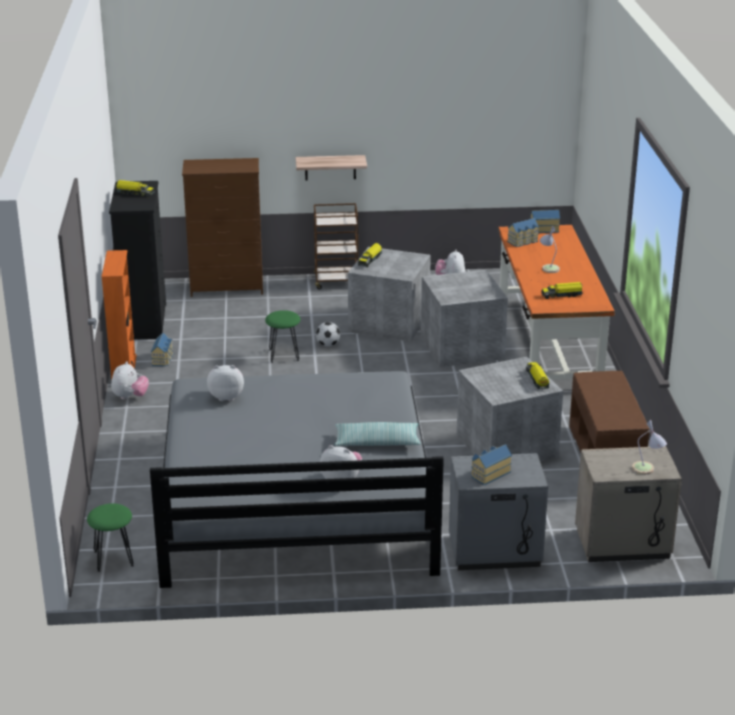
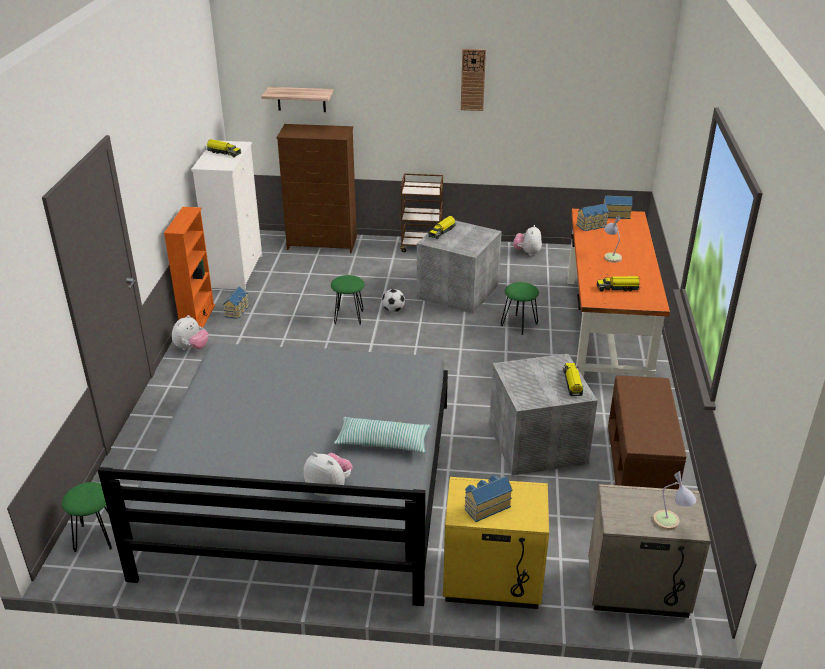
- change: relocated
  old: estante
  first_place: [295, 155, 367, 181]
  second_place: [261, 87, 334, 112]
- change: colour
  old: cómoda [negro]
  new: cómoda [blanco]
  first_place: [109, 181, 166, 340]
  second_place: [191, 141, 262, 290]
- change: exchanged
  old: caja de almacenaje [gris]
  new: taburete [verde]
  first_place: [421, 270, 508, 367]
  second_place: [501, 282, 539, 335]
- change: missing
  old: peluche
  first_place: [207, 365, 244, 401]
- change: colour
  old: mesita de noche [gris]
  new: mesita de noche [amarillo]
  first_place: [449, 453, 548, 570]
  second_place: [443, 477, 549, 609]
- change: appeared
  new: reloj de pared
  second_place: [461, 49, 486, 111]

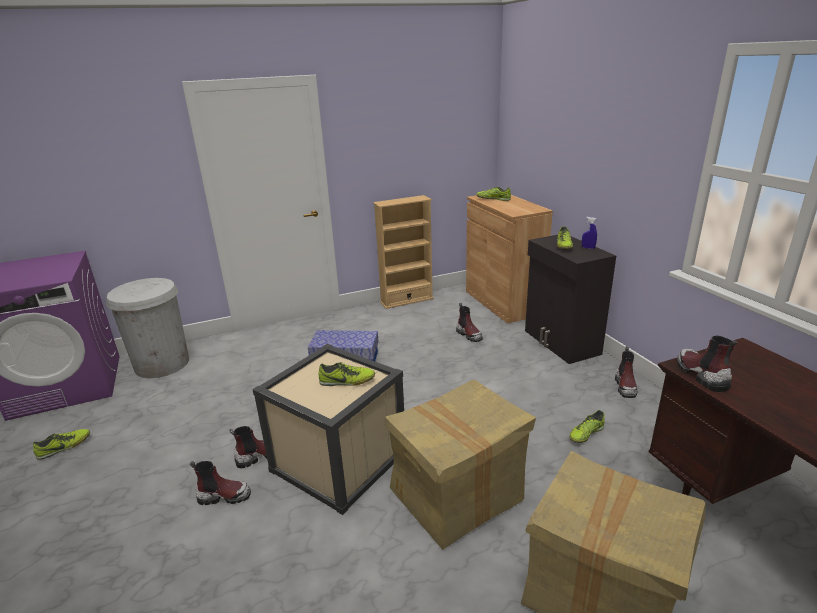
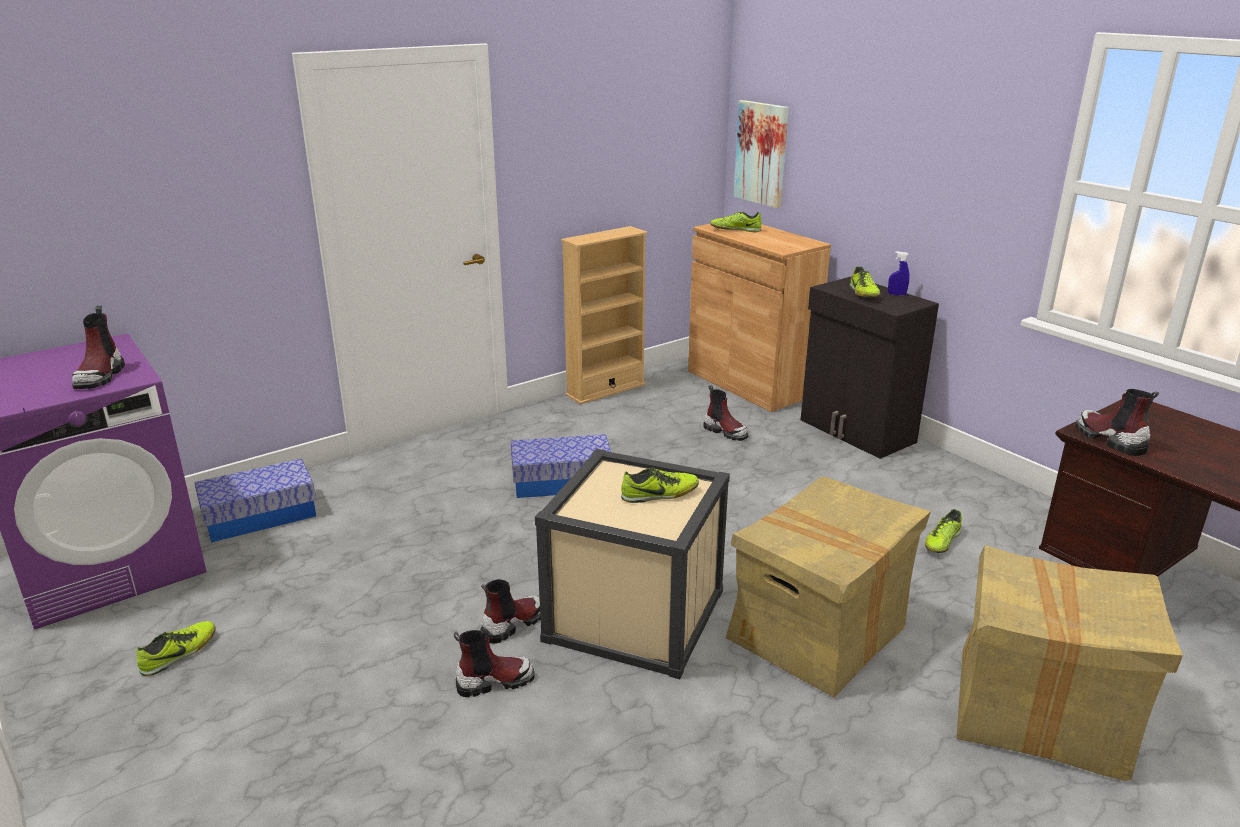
- change: exchanged
  old: papelera [blanco]
  new: caja de almacenaje
  first_place: [106, 278, 189, 379]
  second_place: [194, 459, 316, 542]
- change: relocated
  old: bota
  first_place: [615, 347, 637, 398]
  second_place: [72, 305, 125, 389]
- change: appeared
  new: cuadro
  second_place: [734, 100, 789, 208]

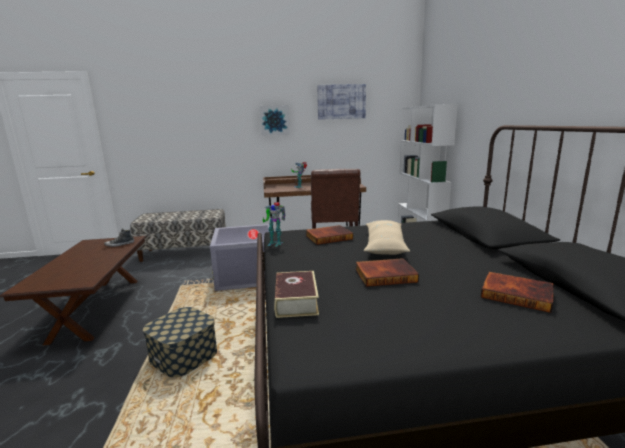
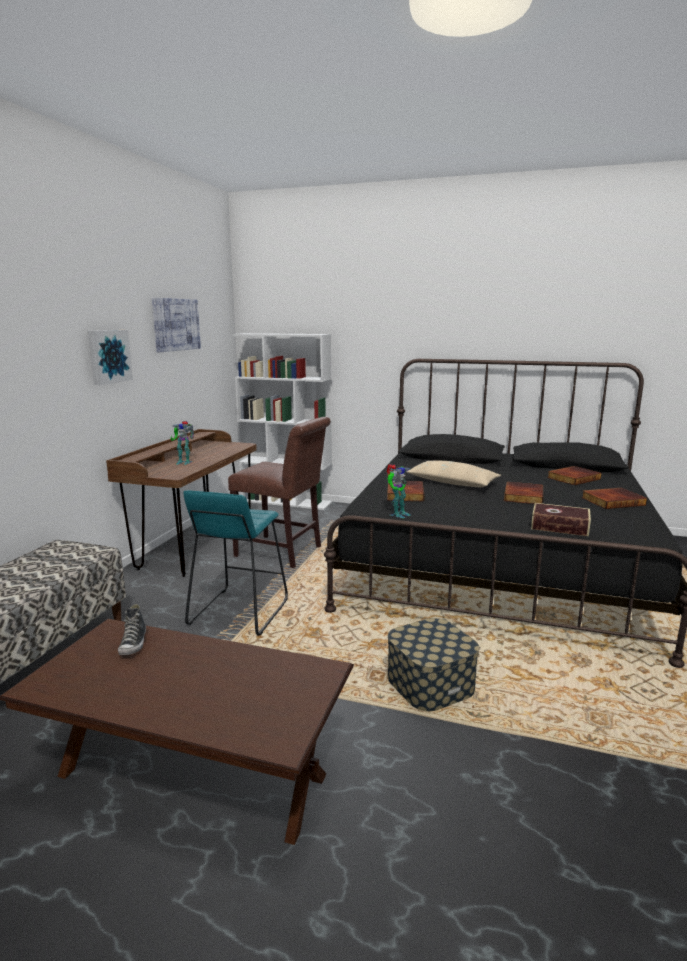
- change: exchanged
  old: caja de almacenaje [gris]
  new: taburete [turquesa]
  first_place: [210, 224, 271, 291]
  second_place: [183, 490, 288, 636]
- change: appeared
  new: libro
  second_place: [582, 488, 647, 509]

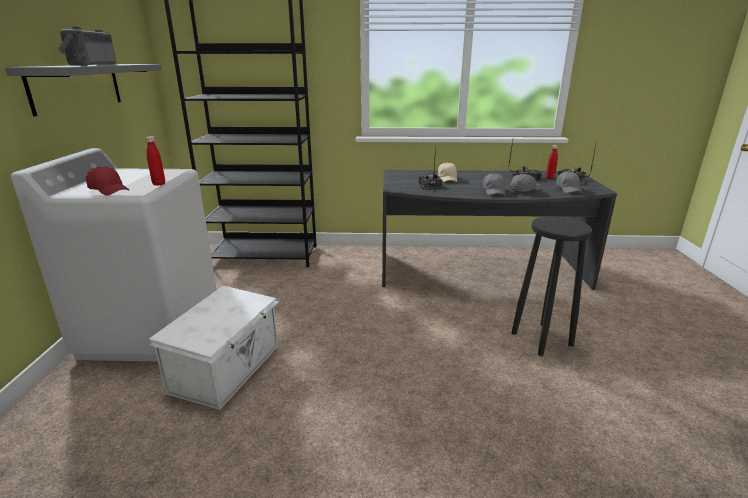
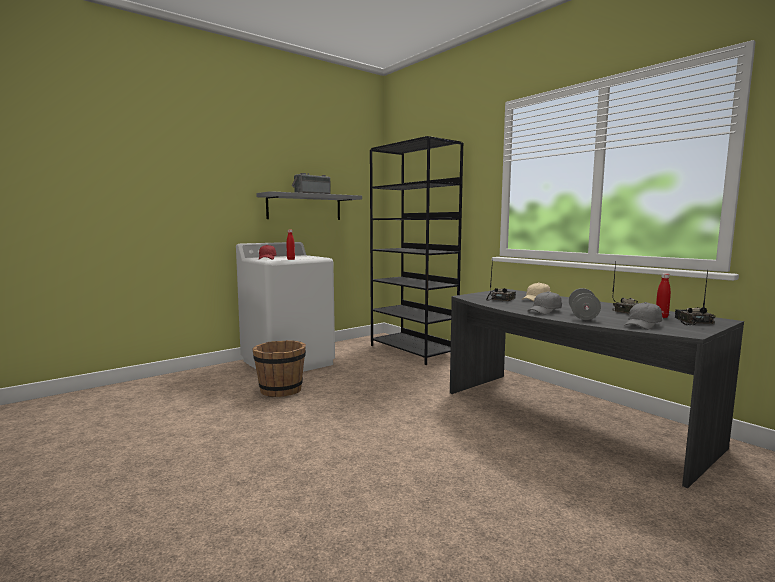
- change: exchanged
  old: gorra [gris]
  new: mancuerna [gris]
  first_place: [510, 174, 541, 192]
  second_place: [569, 288, 601, 320]
- change: missing
  old: taburete [negro]
  first_place: [511, 216, 592, 356]
- change: exchanged
  old: caja de almacenaje [blanco]
  new: cubo [marrón]
  first_place: [149, 286, 279, 410]
  second_place: [252, 340, 306, 397]

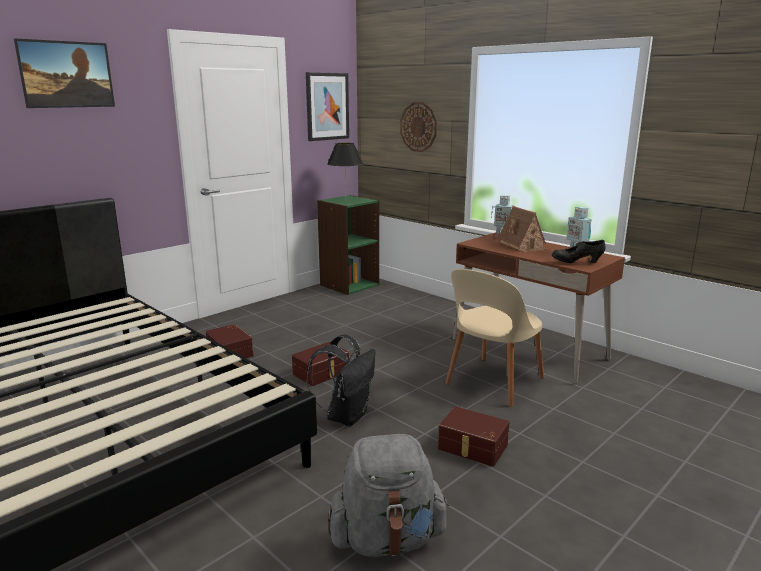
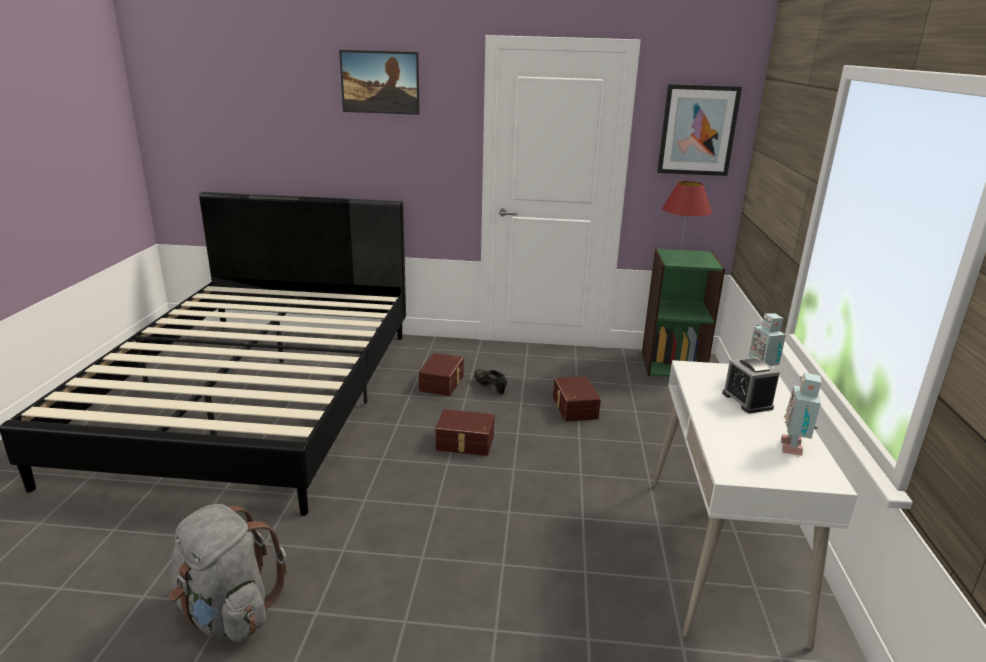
- change: missing
  old: reloj de pared
  first_place: [400, 102, 437, 152]
- change: colour
  old: lámpara de mesa [negro]
  new: lámpara de mesa [rojo]
  first_place: [327, 143, 363, 192]
  second_place: [662, 181, 712, 259]
- change: exchanged
  old: casita
  new: despertador
  first_place: [498, 206, 548, 252]
  second_place: [722, 357, 780, 413]
- change: colour
  old: escritorio [marrón]
  new: escritorio [blanco]
  first_place: [453, 232, 625, 384]
  second_place: [652, 360, 858, 650]
- change: relocated
  old: zapato [negro]
  first_place: [552, 240, 606, 263]
  second_place: [474, 369, 507, 395]
- change: missing
  old: silla [beis]
  first_place: [445, 269, 545, 407]
- change: missing
  old: mochila [negro]
  first_place: [306, 335, 375, 426]
- change: relocated
  old: caja de almacenaje [marrón]
  first_place: [438, 406, 509, 467]
  second_place: [553, 376, 601, 421]

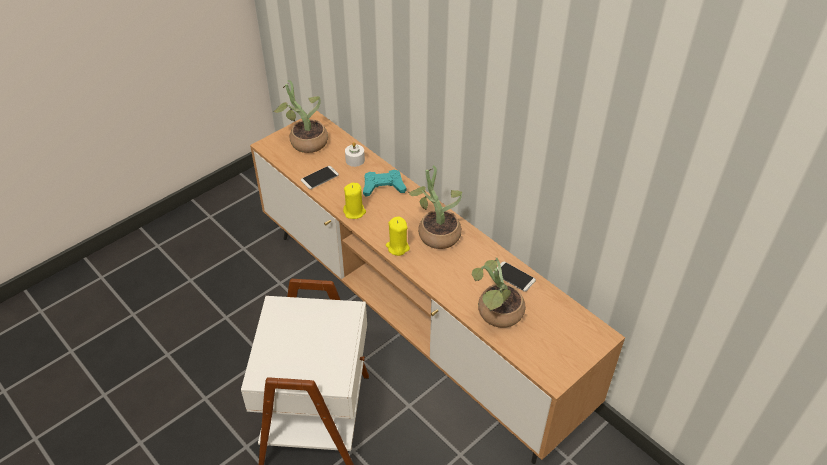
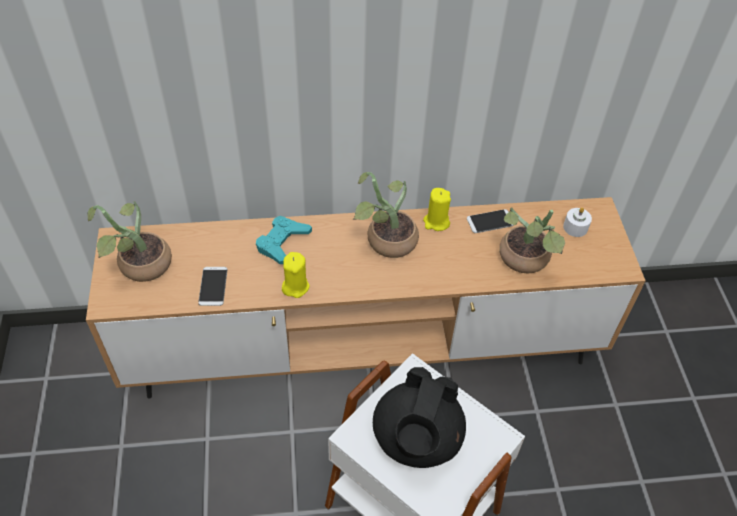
- change: relocated
  old: vela [blanco]
  first_place: [345, 142, 365, 167]
  second_place: [563, 207, 592, 237]
- change: relocated
  old: vela [amarillo]
  first_place: [386, 217, 410, 256]
  second_place: [423, 188, 451, 231]
- change: appeared
  new: tetera [negro]
  second_place: [373, 367, 466, 468]

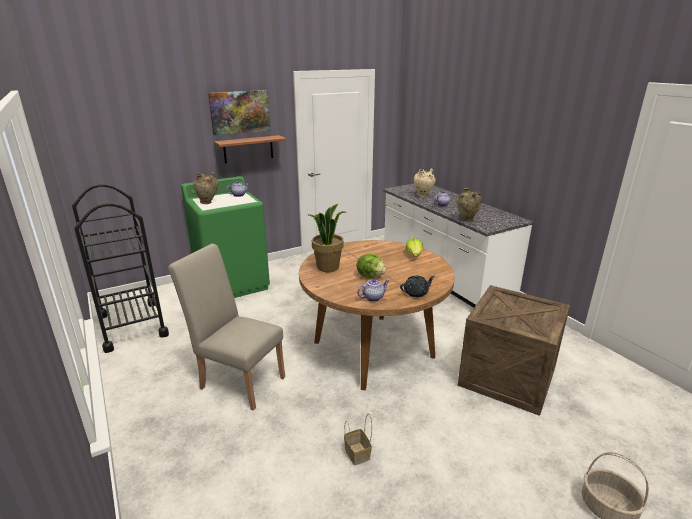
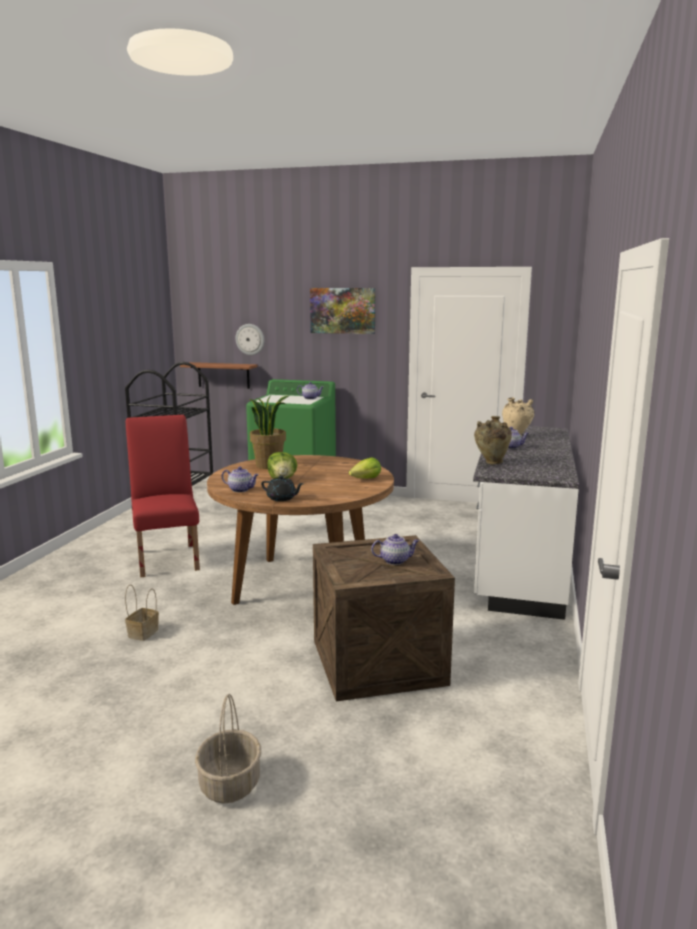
- change: relocated
  old: estante
  first_place: [214, 135, 286, 164]
  second_place: [180, 362, 257, 389]
- change: missing
  old: florero [beis]
  first_place: [193, 172, 218, 204]
- change: colour
  old: silla [beis]
  new: silla [rojo]
  first_place: [168, 243, 285, 410]
  second_place: [126, 415, 200, 577]
- change: appeared
  new: reloj de pared
  second_place: [235, 324, 265, 355]
- change: appeared
  new: tetera
  second_place: [371, 534, 419, 565]

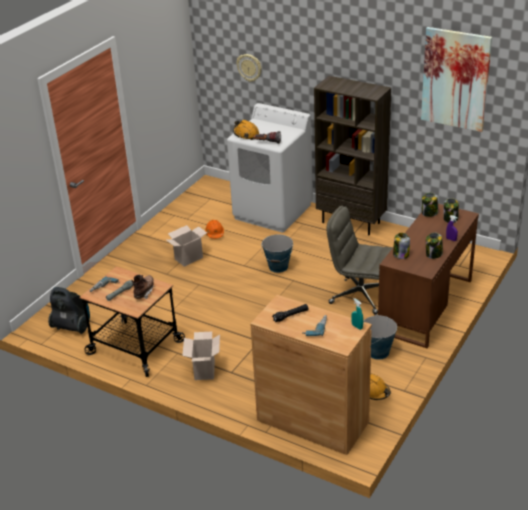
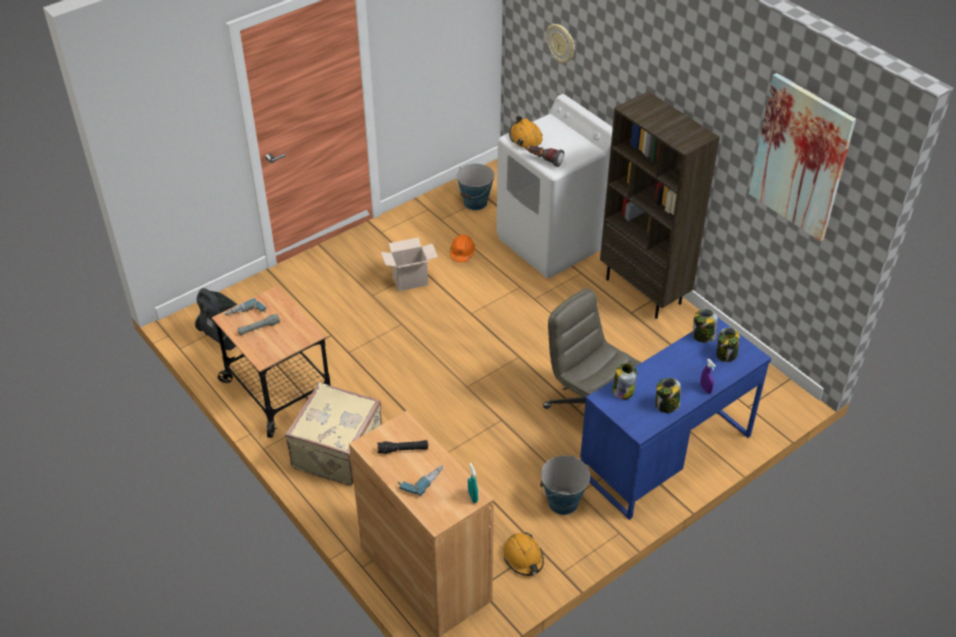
- change: colour
  old: escritorio [marrón]
  new: escritorio [azul]
  first_place: [378, 204, 479, 348]
  second_place: [580, 318, 771, 520]
- change: relocated
  old: cubo
  first_place: [261, 235, 293, 273]
  second_place: [456, 164, 494, 210]
- change: missing
  old: bota [marrón]
  first_place: [131, 275, 154, 299]
- change: exchanged
  old: caja de cartón
  new: maleta [beis]
  first_place: [182, 332, 220, 380]
  second_place: [285, 382, 382, 485]

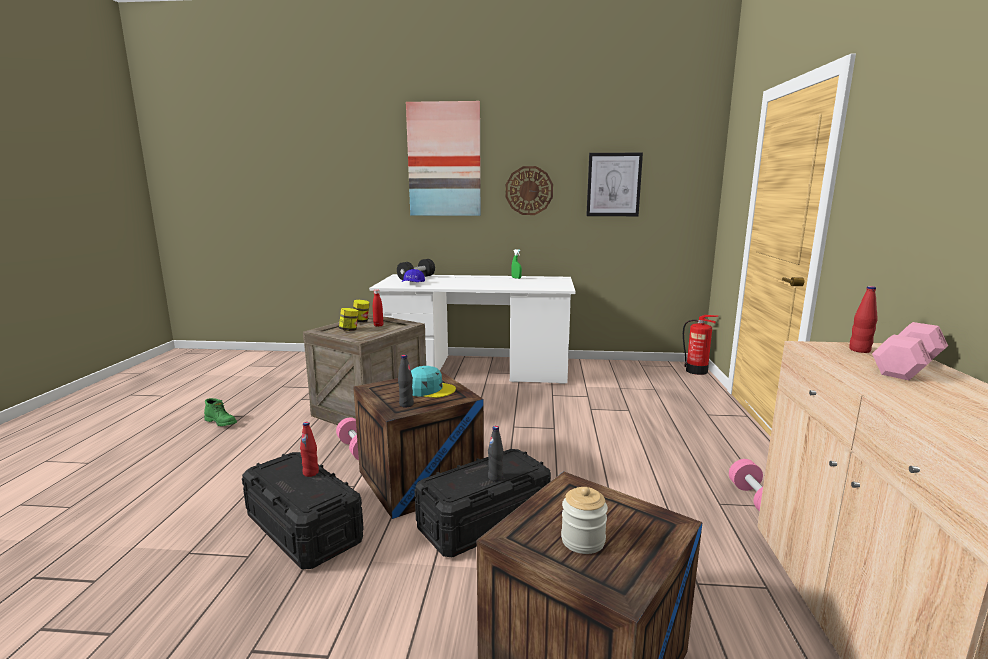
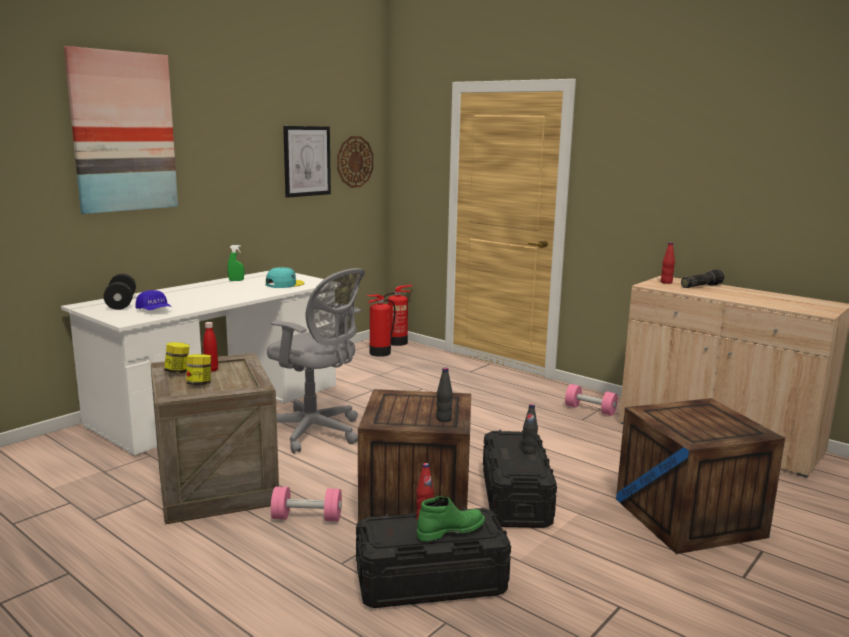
- change: relocated
  old: reloj de pared
  first_place: [506, 166, 553, 215]
  second_place: [337, 136, 374, 188]
- change: exchanged
  old: mancuerna [rosa]
  new: linterna
  first_place: [872, 322, 948, 381]
  second_place: [681, 269, 724, 288]
- change: relocated
  old: gorra [turquesa]
  first_place: [411, 366, 456, 398]
  second_place: [266, 267, 304, 288]
- change: relocated
  old: bota [verde]
  first_place: [204, 398, 237, 426]
  second_place: [417, 496, 485, 541]
- change: missing
  old: tarro
  first_place: [561, 487, 608, 554]
- change: appeared
  new: silla de oficina [gris]
  second_place: [267, 268, 365, 453]
- change: appeared
  new: extintor
  second_place: [367, 294, 395, 357]

